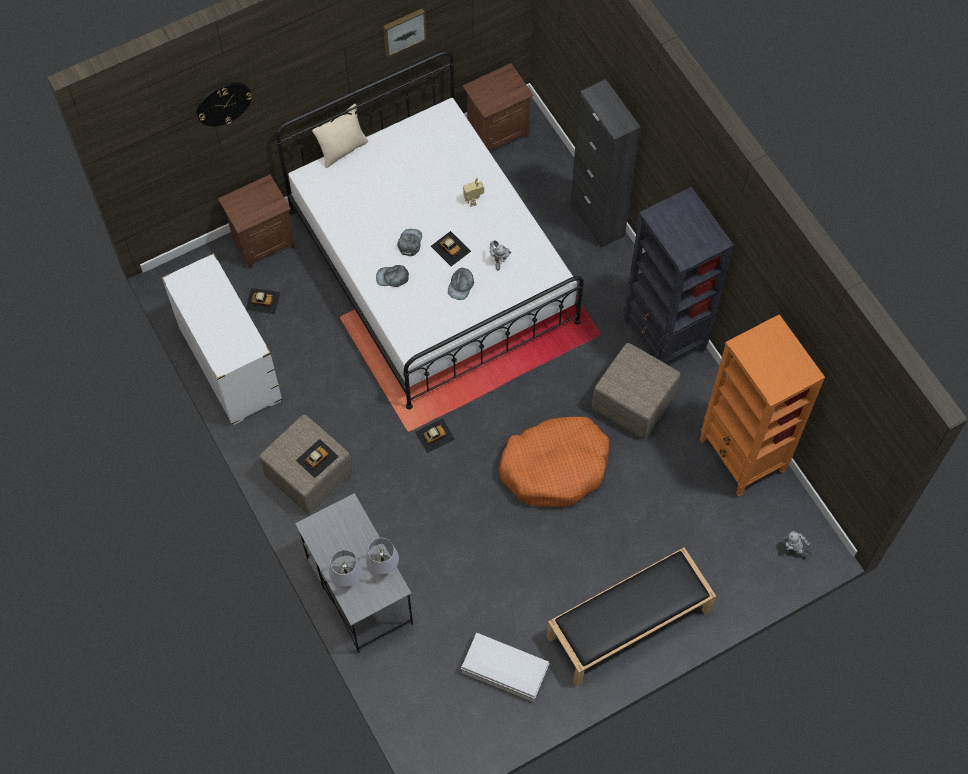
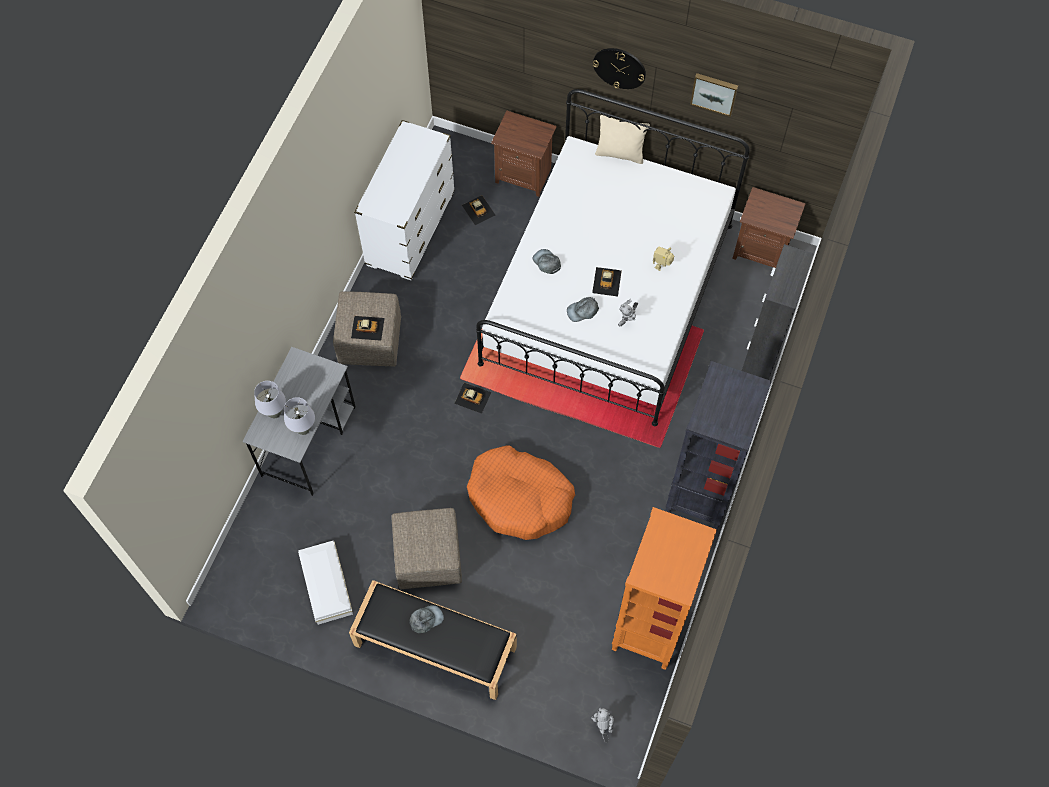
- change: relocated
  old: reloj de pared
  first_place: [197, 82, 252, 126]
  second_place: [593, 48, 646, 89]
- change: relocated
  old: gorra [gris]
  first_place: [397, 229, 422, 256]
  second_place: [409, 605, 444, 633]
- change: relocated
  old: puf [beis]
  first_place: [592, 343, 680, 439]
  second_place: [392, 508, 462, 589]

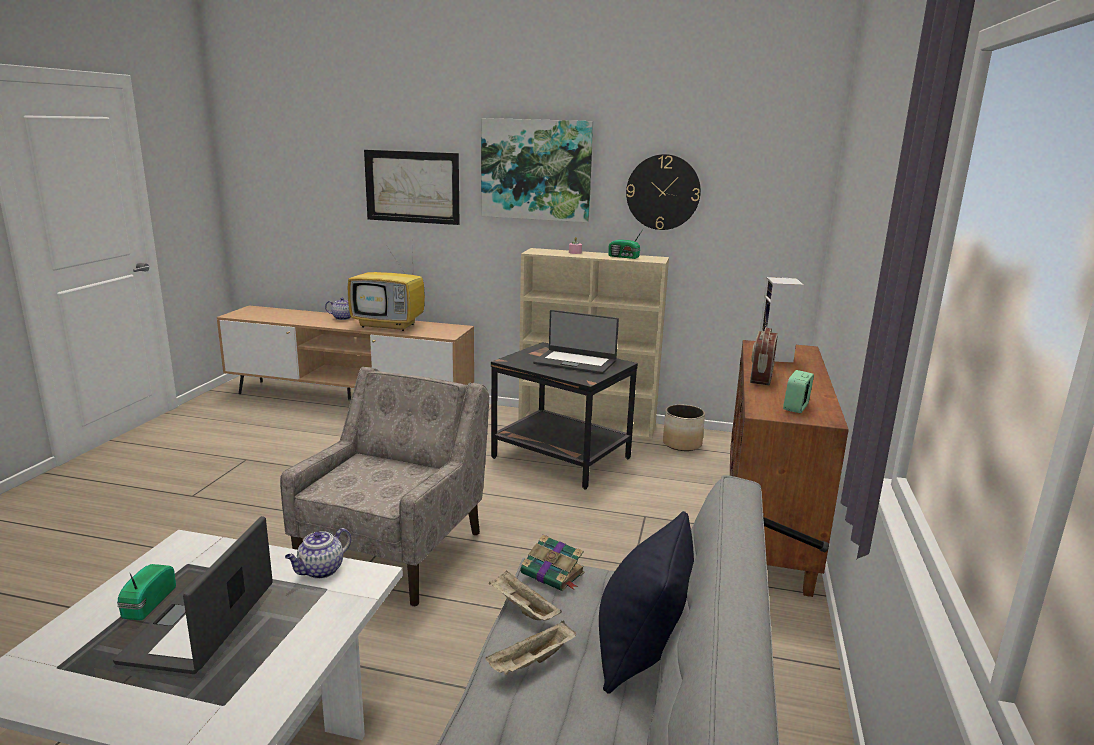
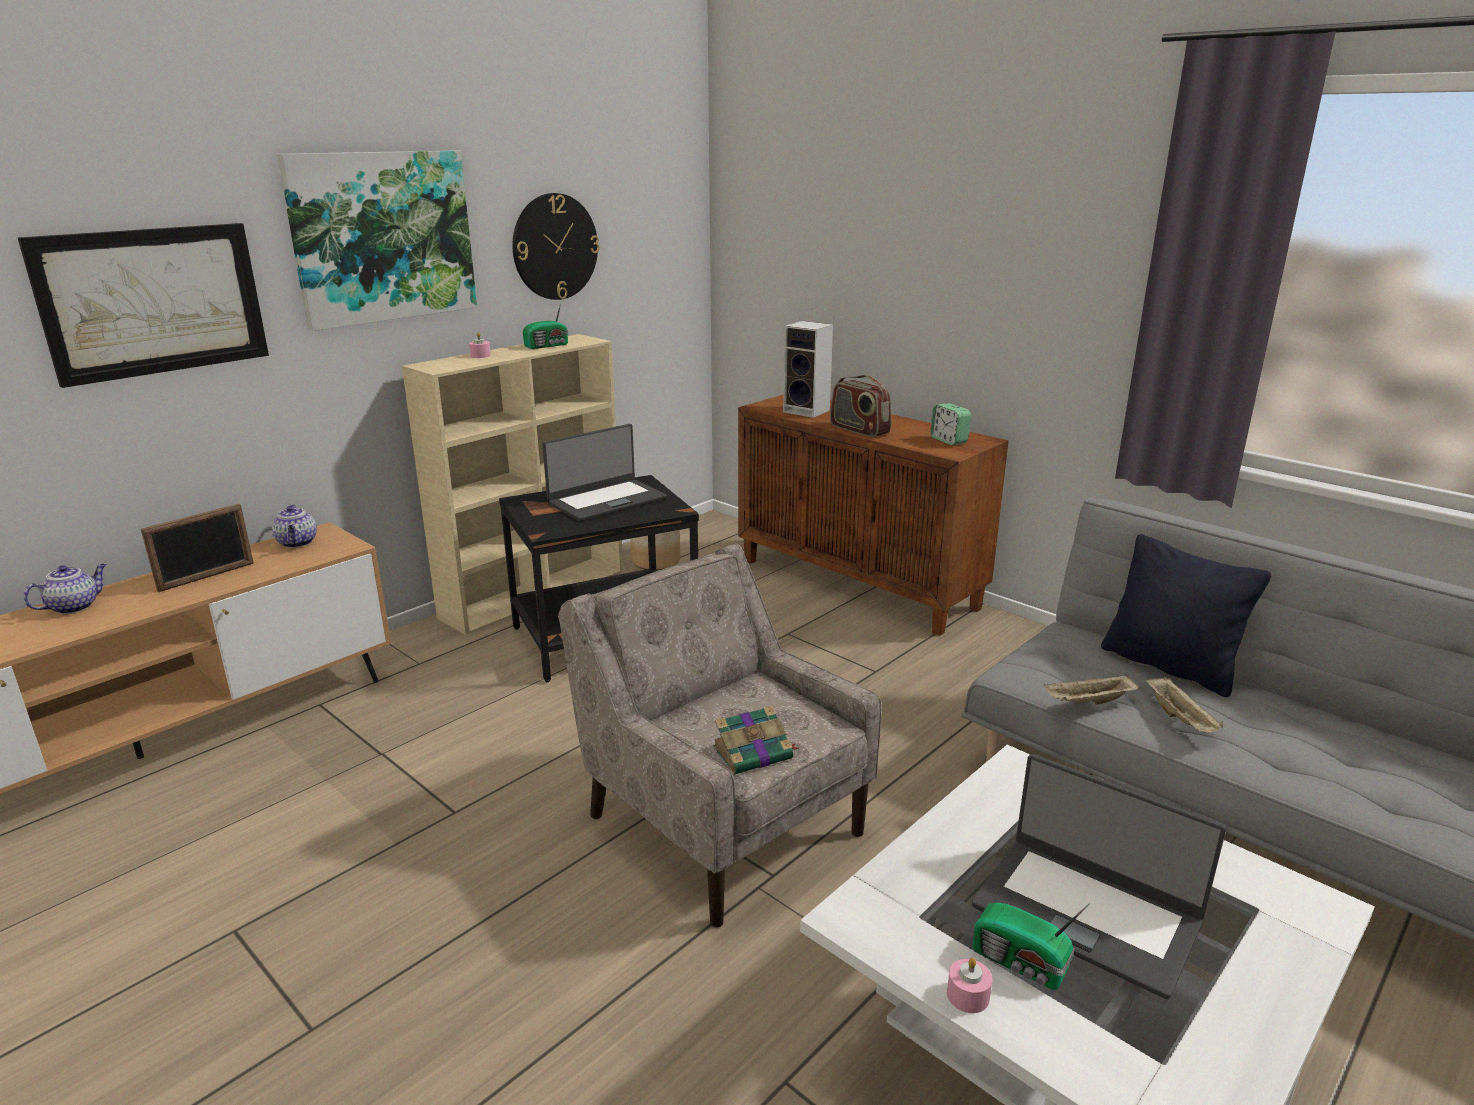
- change: exchanged
  old: televisor
  new: portarretratos
  first_place: [348, 248, 425, 331]
  second_place: [141, 504, 254, 592]
- change: relocated
  old: tetera
  first_place: [285, 528, 351, 579]
  second_place: [272, 504, 317, 548]
- change: relocated
  old: libro
  first_place: [520, 535, 585, 591]
  second_place: [713, 706, 799, 775]
- change: appeared
  new: vela [rosa]
  second_place: [947, 957, 992, 1013]

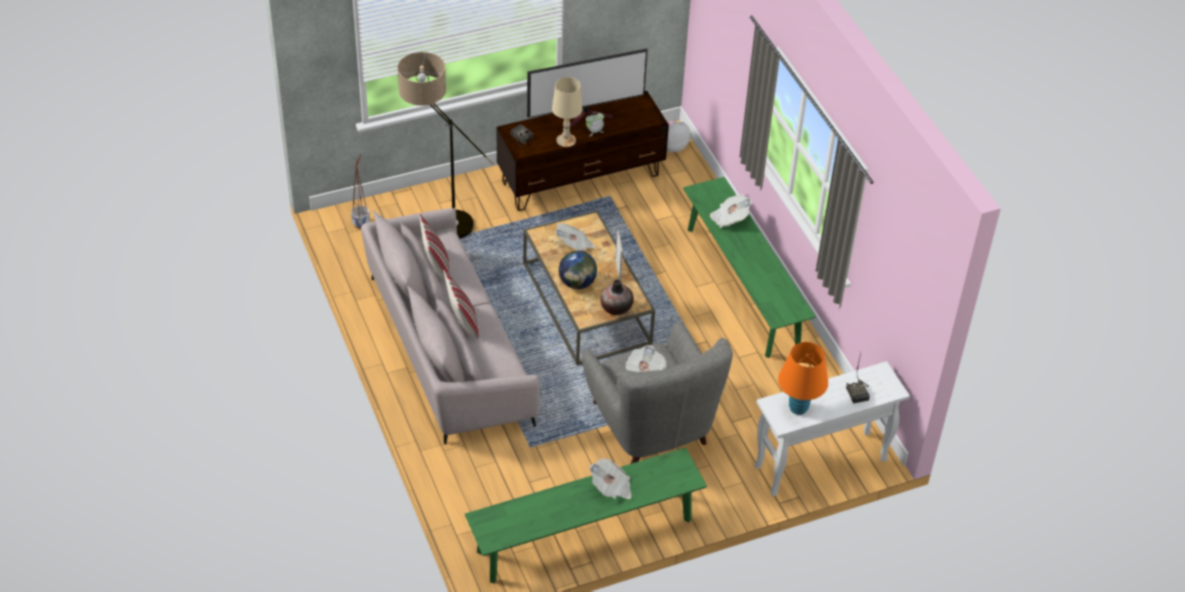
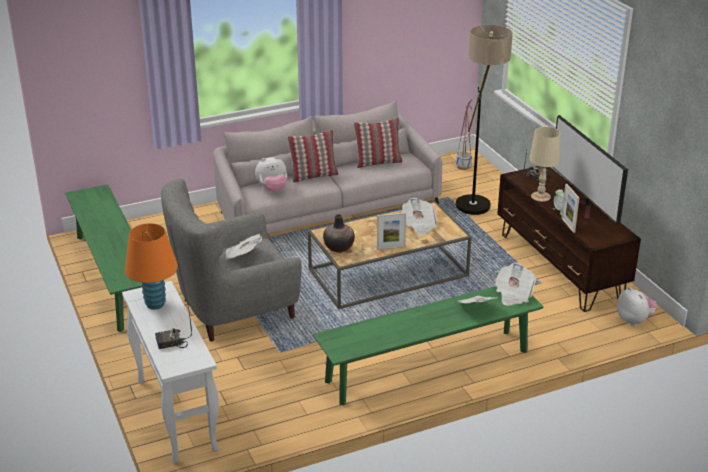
- change: missing
  old: globo terráqueo
  first_place: [559, 251, 597, 289]
- change: relocated
  old: periódico
  first_place: [590, 458, 631, 499]
  second_place: [495, 263, 536, 306]
- change: appeared
  new: peluche
  second_place: [255, 156, 287, 192]
- change: appeared
  new: portarretratos
  second_place: [561, 184, 579, 233]

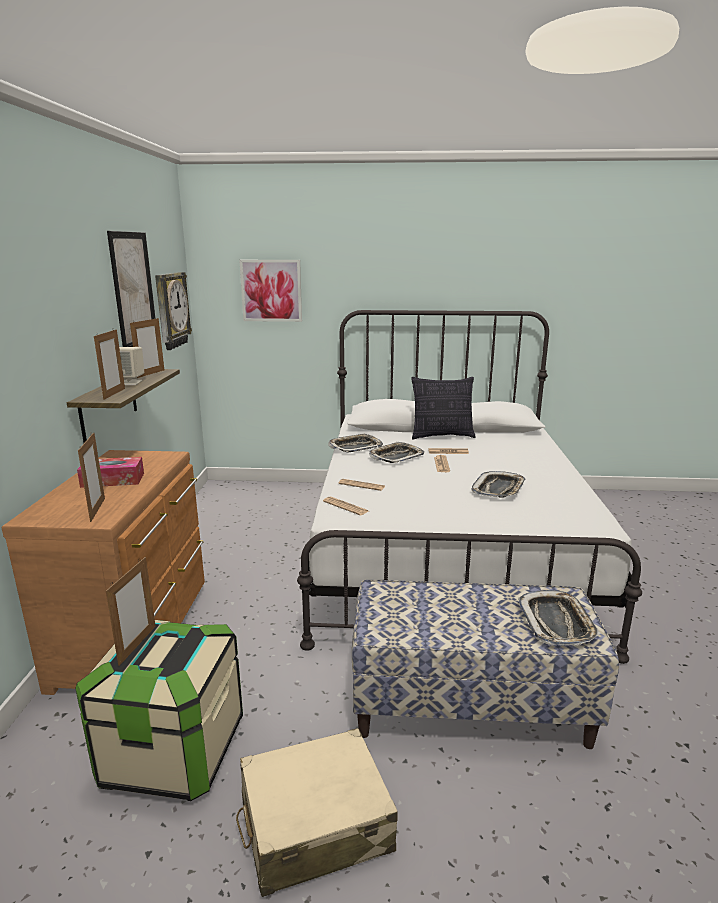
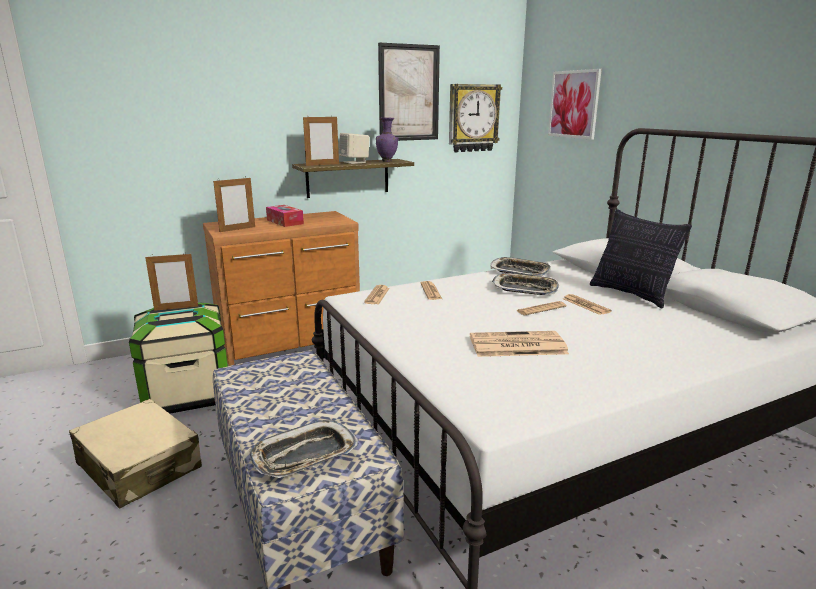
- change: exchanged
  old: portarretratos
  new: florero [morado]
  first_place: [130, 317, 164, 378]
  second_place: [376, 117, 398, 162]
- change: exchanged
  old: bandeja
  new: periódico
  first_place: [471, 471, 526, 498]
  second_place: [470, 331, 569, 357]

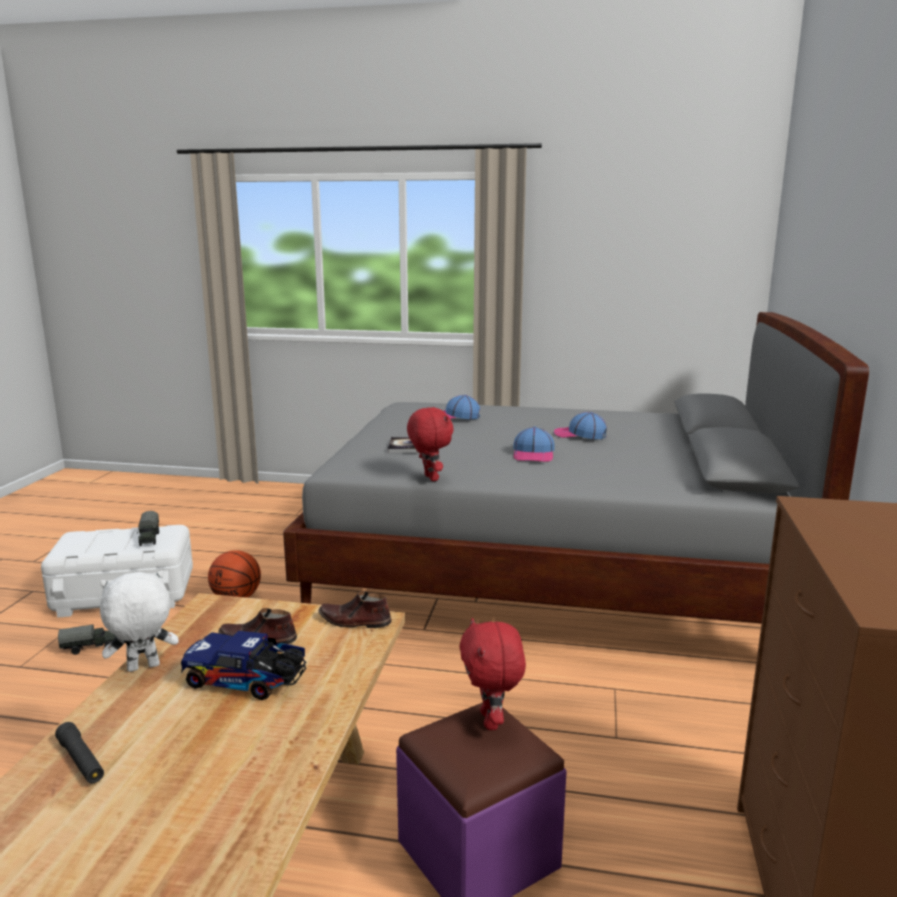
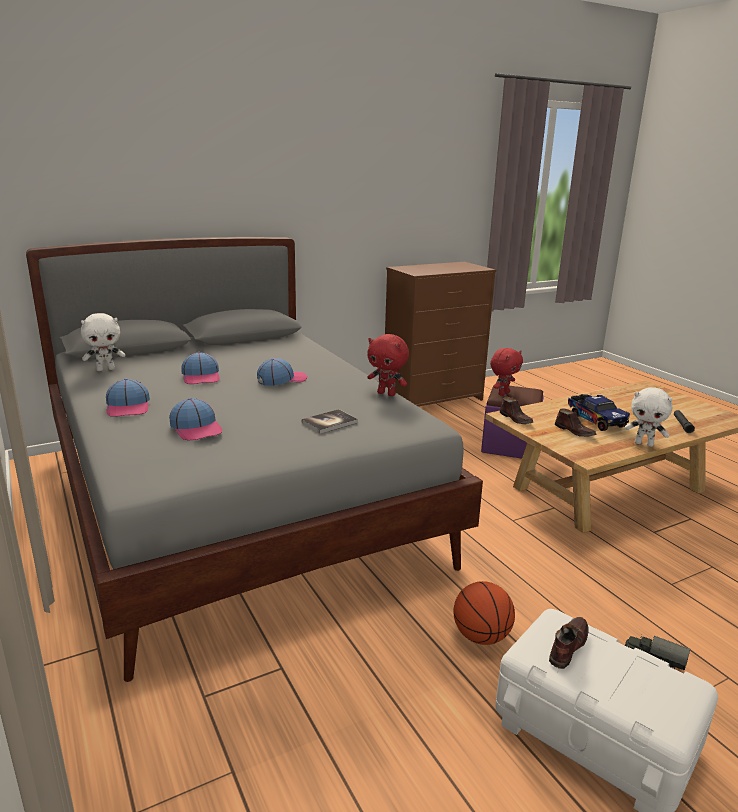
- change: spun
  old: peluche [rojo]
  first_place: [407, 407, 454, 481]
  second_place: [367, 334, 409, 396]
  degrees: -90
- change: exchanged
  old: camión de juguete
  new: zapato [marrón]
  first_place: [137, 511, 159, 546]
  second_place: [549, 617, 589, 669]
- change: appeared
  new: peluche [blanco]
  second_place: [81, 313, 125, 371]
- change: appeared
  new: gorra
  second_place: [106, 379, 150, 417]

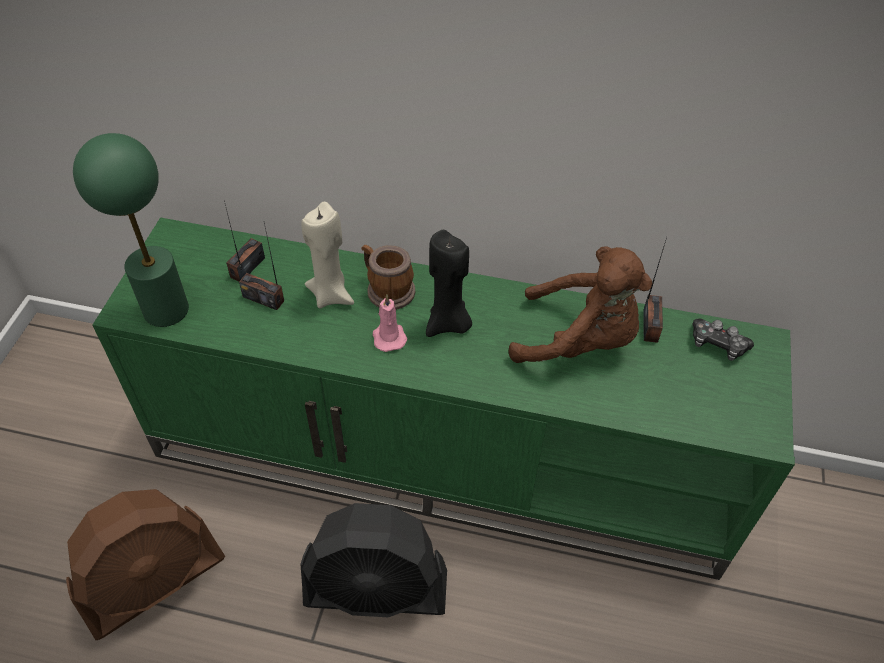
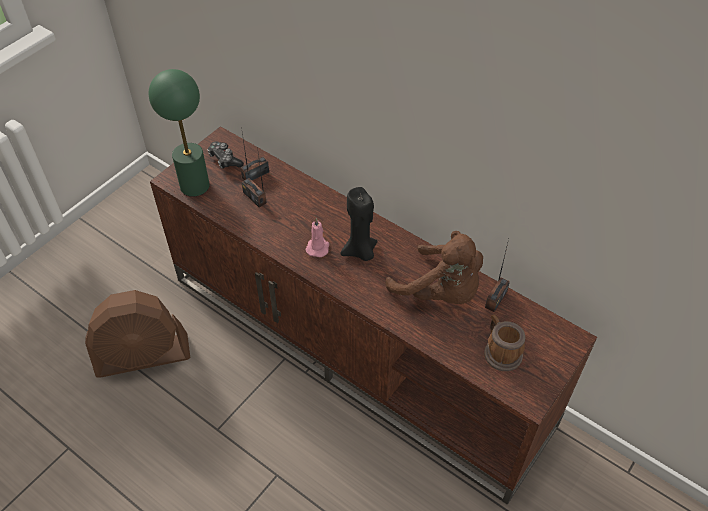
- change: missing
  old: vela [beis]
  first_place: [301, 202, 354, 309]
- change: colour
  old: mueble de televisión [verde]
  new: mueble de televisión [marrón]
  first_place: [93, 217, 795, 580]
  second_place: [150, 126, 597, 504]
- change: relocated
  old: taza grande
  first_place: [362, 245, 415, 310]
  second_place: [484, 315, 525, 371]
- change: relocated
  old: mando de consola
  first_place: [693, 318, 754, 361]
  second_place: [207, 142, 244, 169]
- change: missing
  old: ventilador [negro]
  first_place: [301, 503, 447, 617]

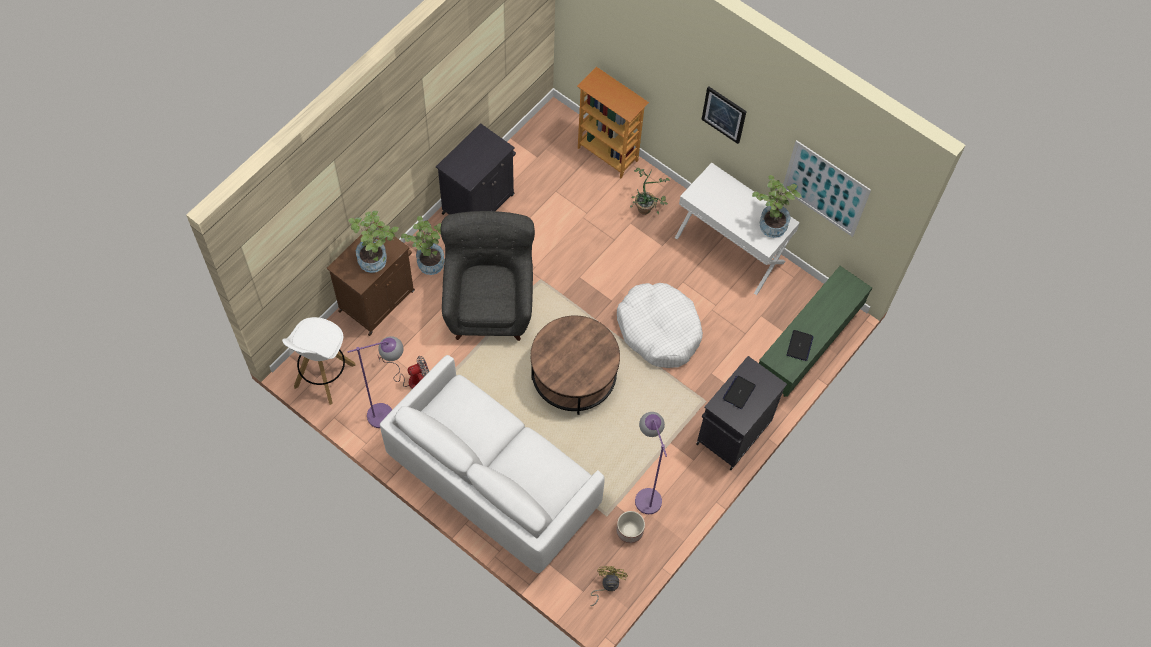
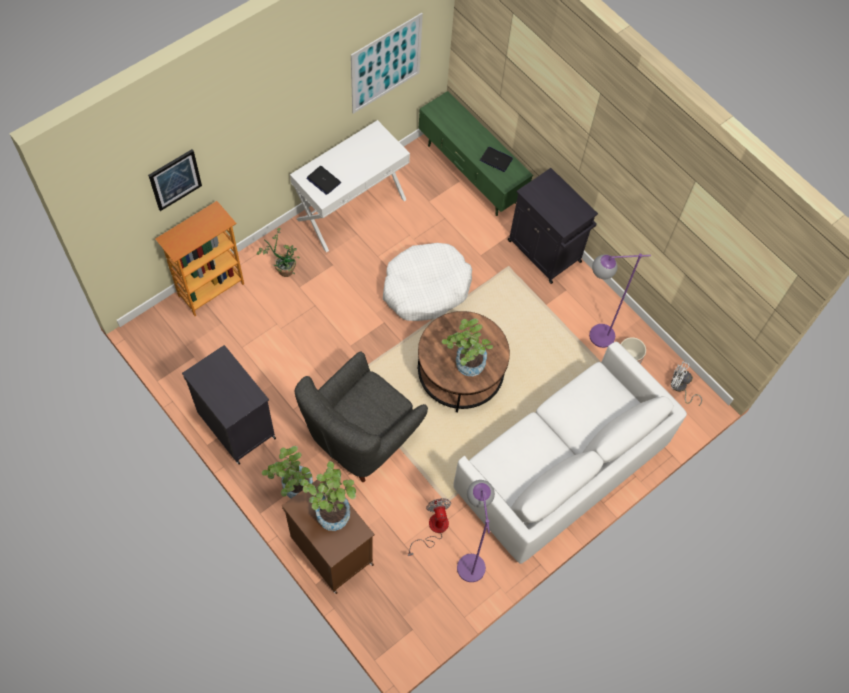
- change: relocated
  old: cuadro
  first_place: [701, 86, 747, 144]
  second_place: [148, 149, 202, 211]
- change: relocated
  old: planta en maceta
  first_place: [752, 175, 801, 238]
  second_place: [442, 318, 493, 376]
- change: spun
  old: sillón [gris]
  first_place: [440, 211, 535, 341]
  second_place: [295, 351, 428, 482]
  degrees: -60
- change: missing
  old: taburete [blanco]
  first_place: [282, 317, 356, 405]
- change: relocated
  old: portátil
  first_place: [723, 376, 756, 409]
  second_place: [307, 166, 341, 195]
- change: colour
  old: ventilador [amarillo]
  new: ventilador [blanco]
  first_place: [590, 566, 628, 606]
  second_place: [671, 361, 702, 406]

